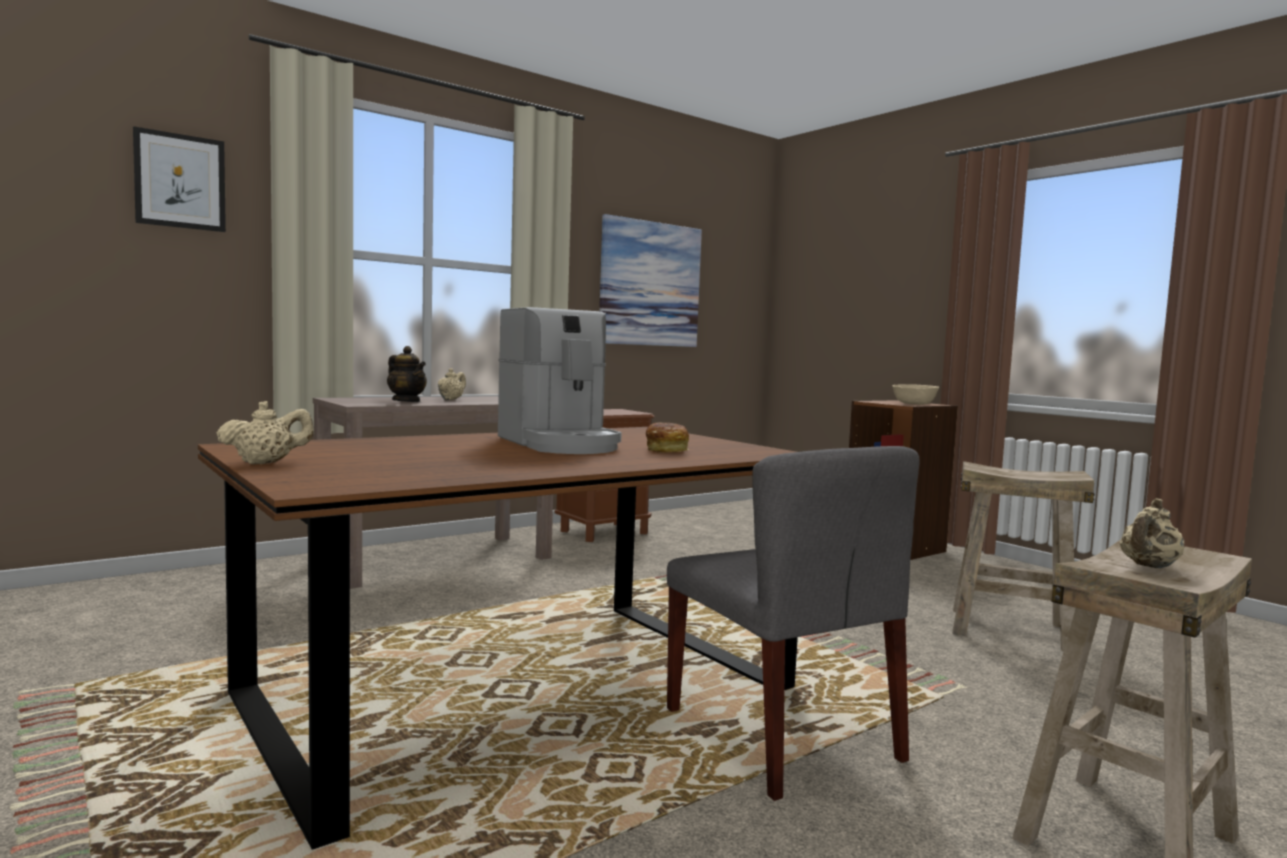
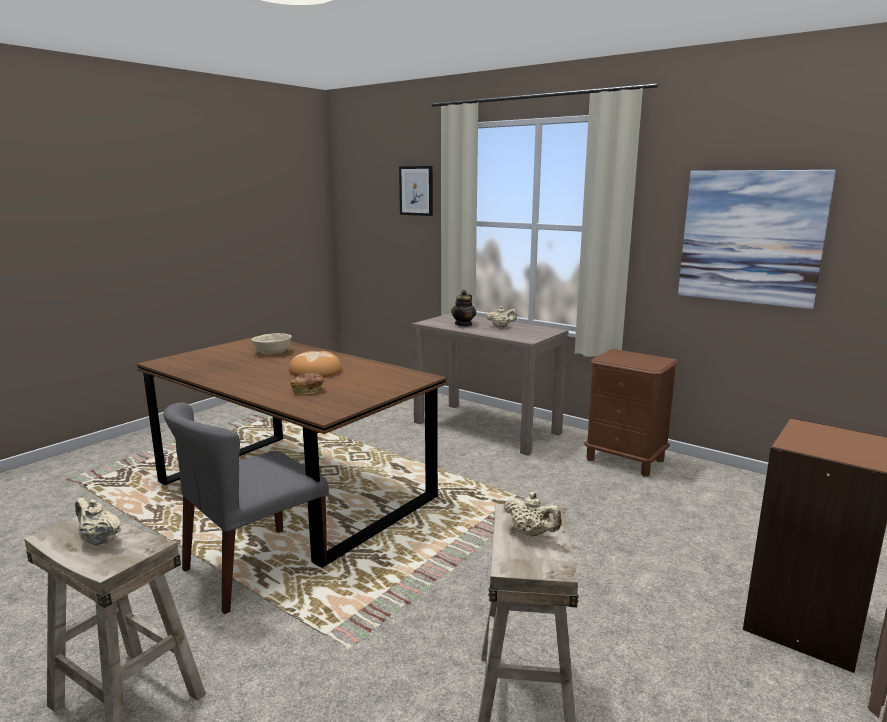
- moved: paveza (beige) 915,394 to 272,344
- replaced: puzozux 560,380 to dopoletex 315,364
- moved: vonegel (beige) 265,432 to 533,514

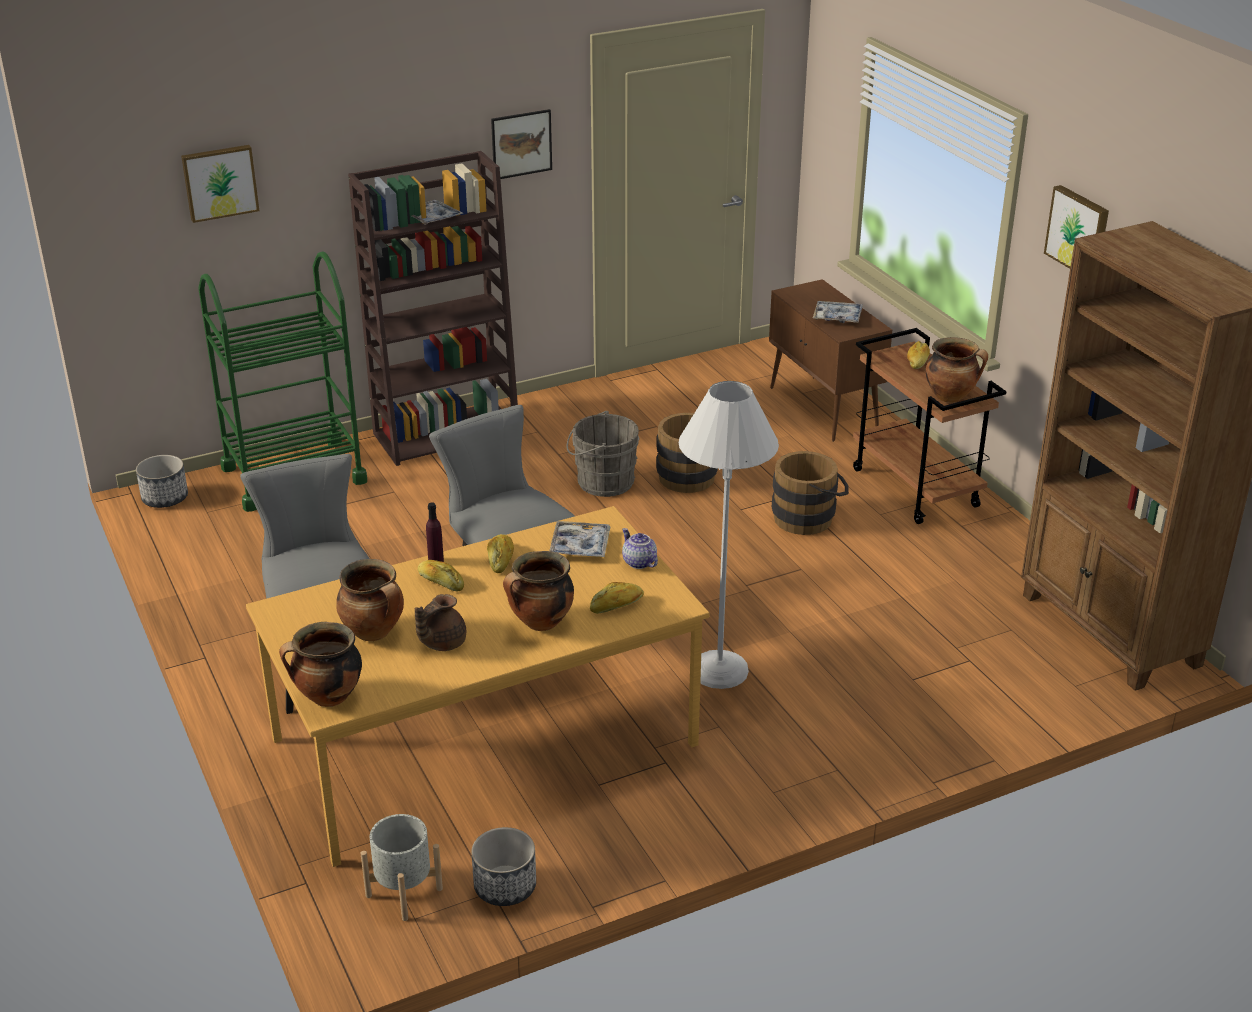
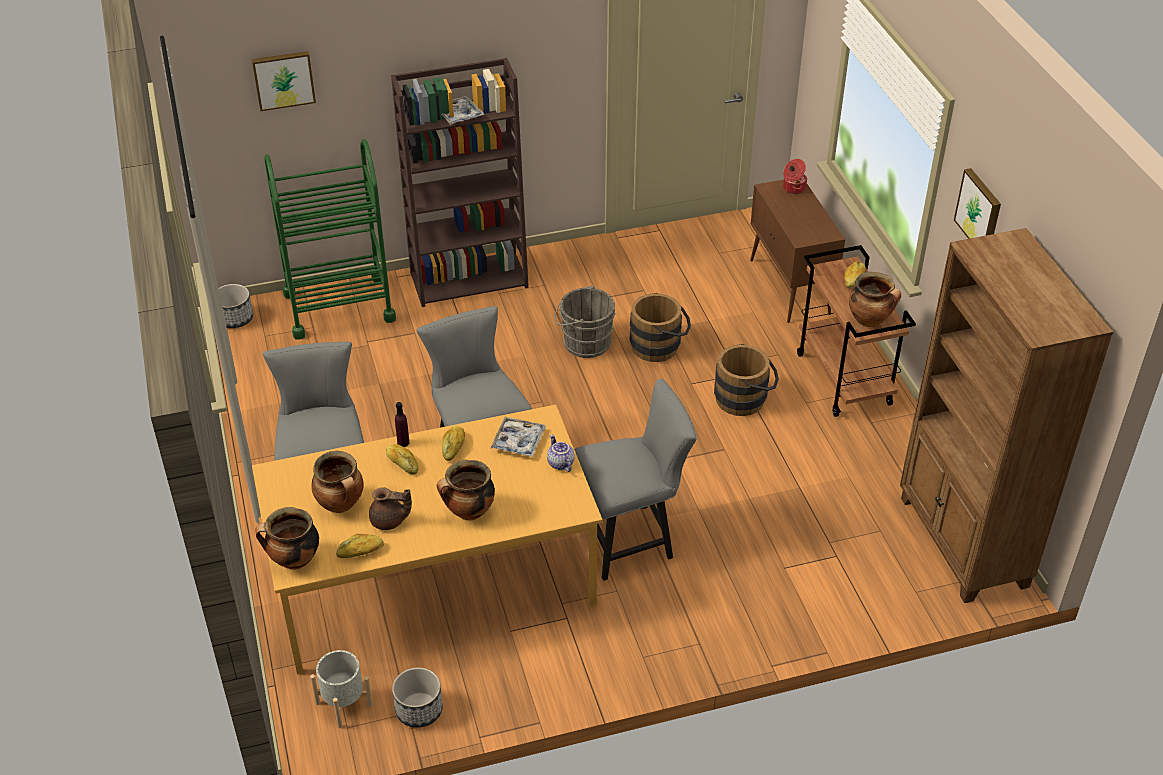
- moved: dopoletex 617,598 to 360,546
- turned: vonegel (brown) 440,622 = 390,508 135 degrees counterclockwise
- replaced: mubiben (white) 729,535 to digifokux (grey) 635,479
- added: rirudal 795,176
- removed: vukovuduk 521,144
- removed: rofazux 838,312

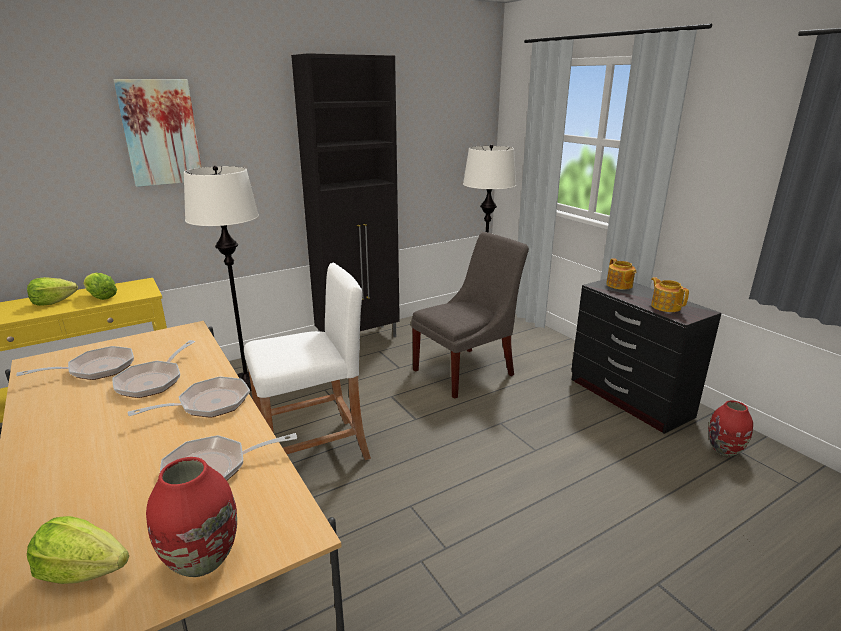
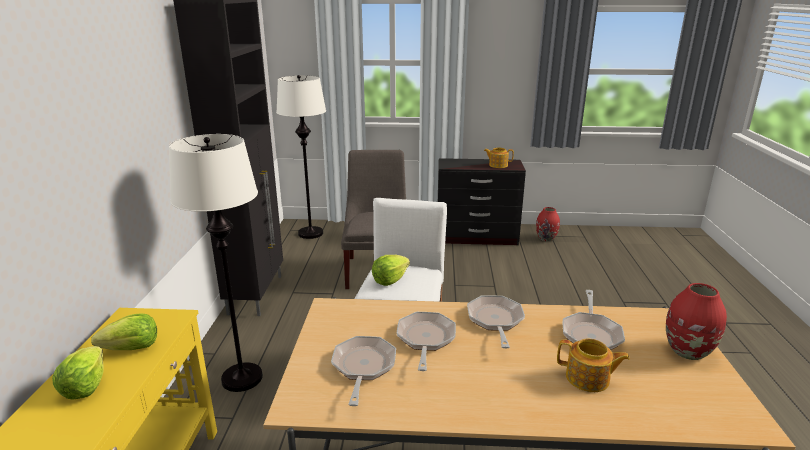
- moved: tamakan 78,550 to 391,270
- turned: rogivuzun 154,369 = 426,341 135 degrees counterclockwise
- moved: vonegel 621,274 to 593,365
- removed: vukovuduk 157,133

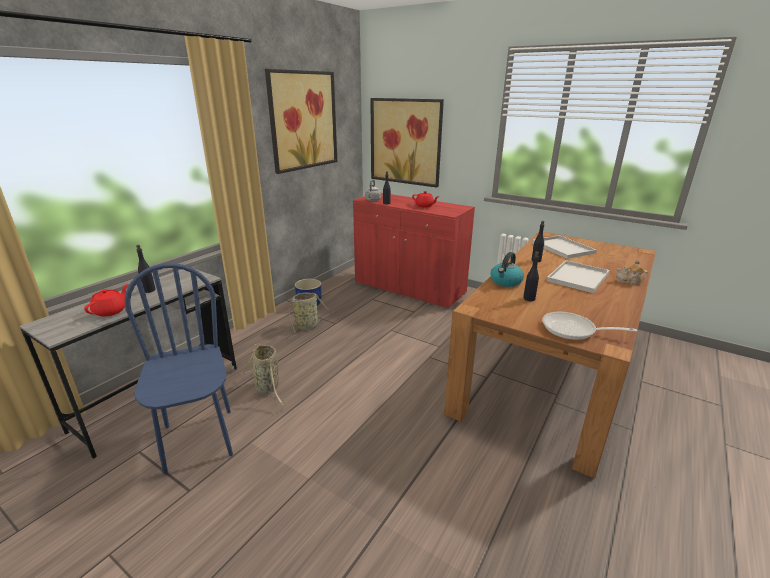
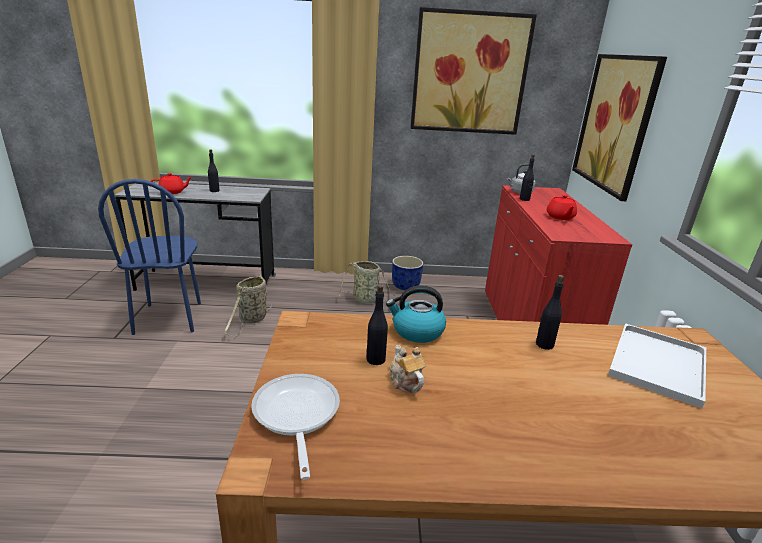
- turned: digifokux (blue) 179,368 = 149,257 135 degrees clockwise
- moved: vonegel 632,272 to 408,369
- removed: rofazux (white) 577,276

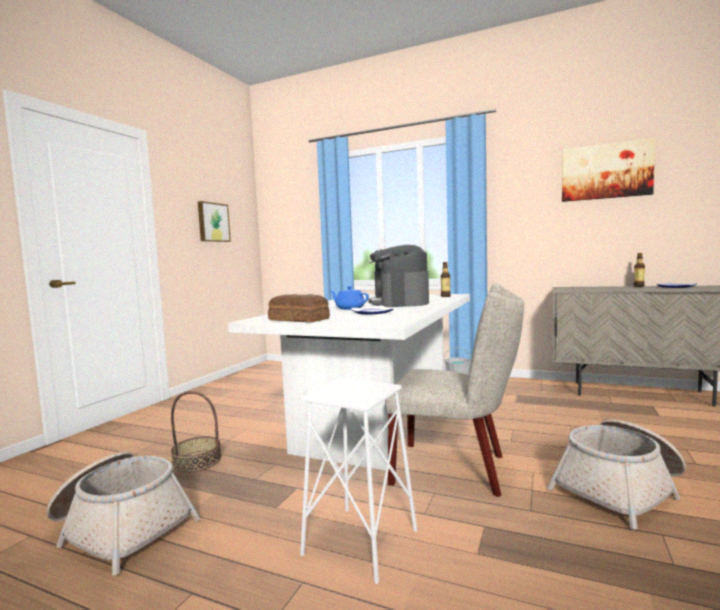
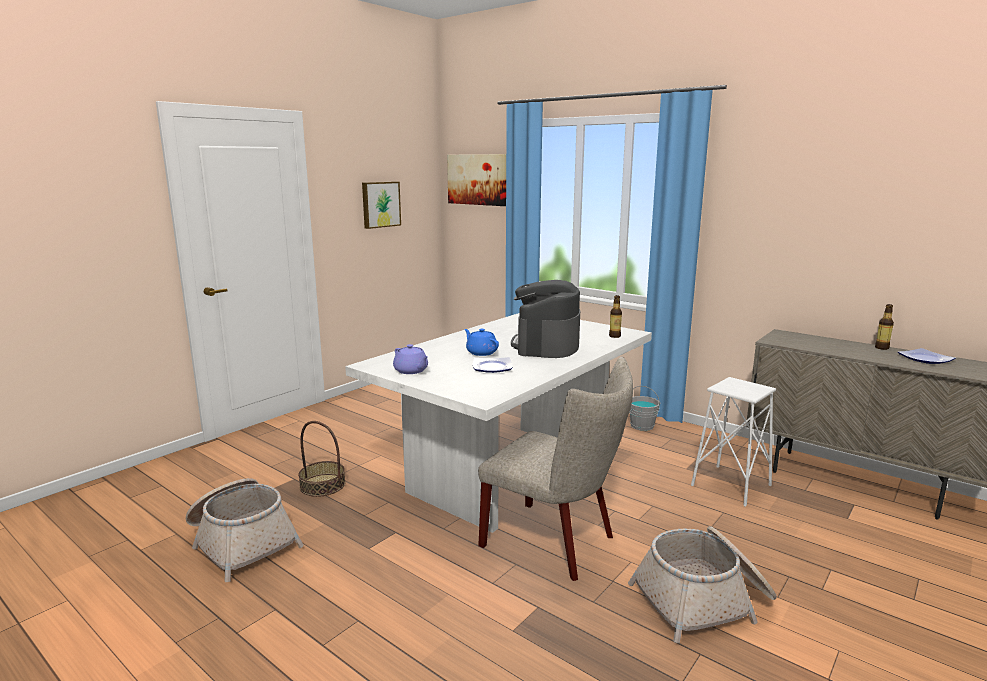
- replaced: dopoletex 299,308 to vonegel (purple) 410,359
- moved: vukovuduk 608,170 to 476,180
- moved: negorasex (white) 358,481 to 733,442

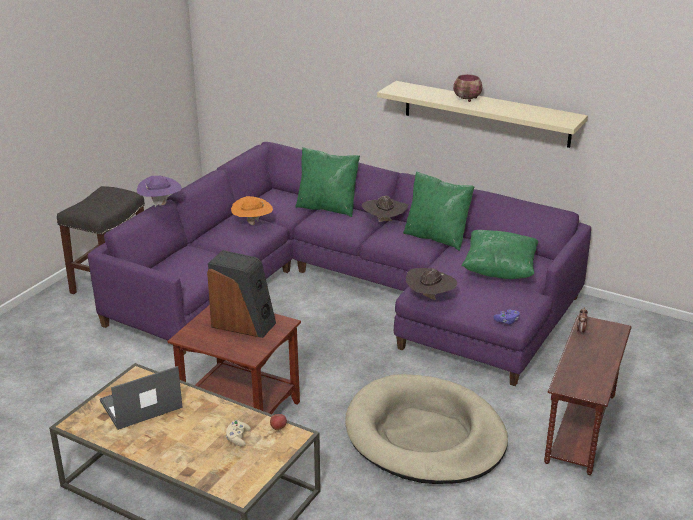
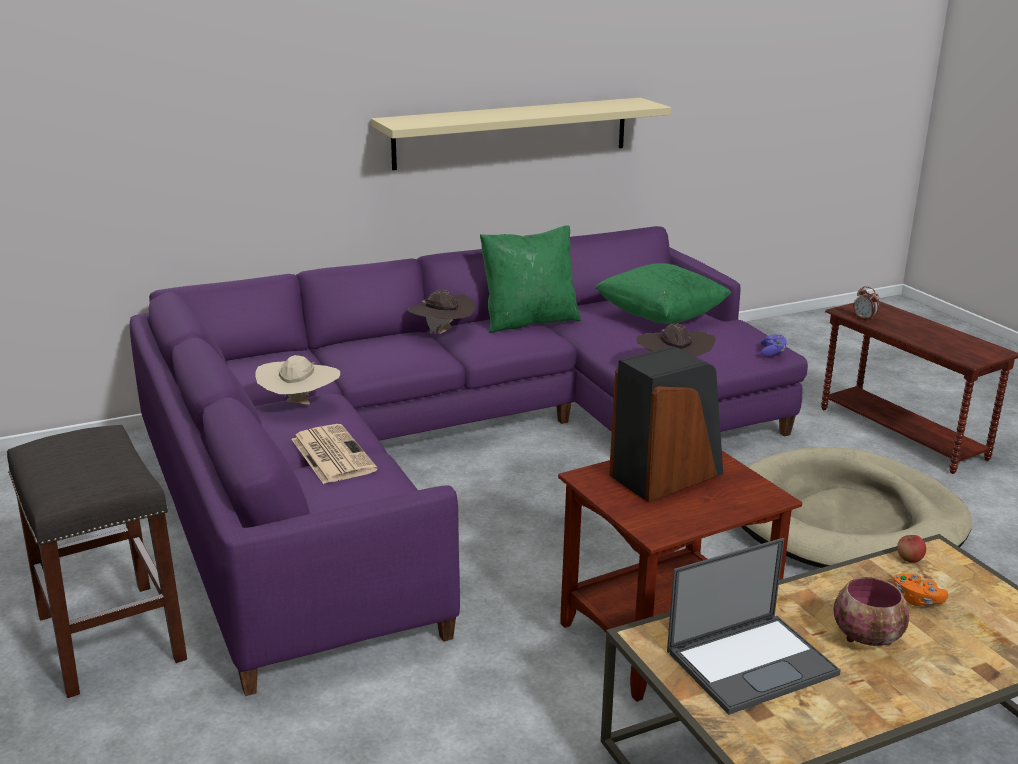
- recoloured: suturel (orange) 252,210 to suturel (beige) 297,380
- added: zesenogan 334,454
- turned: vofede 141,398 = 754,626 120 degrees counterclockwise
- moved: paveza 467,88 to 871,611
- recoloured: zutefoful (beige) 238,433 to zutefoful (orange) 921,589
- removed: suturel (purple) 159,191
- removed: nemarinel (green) 327,182

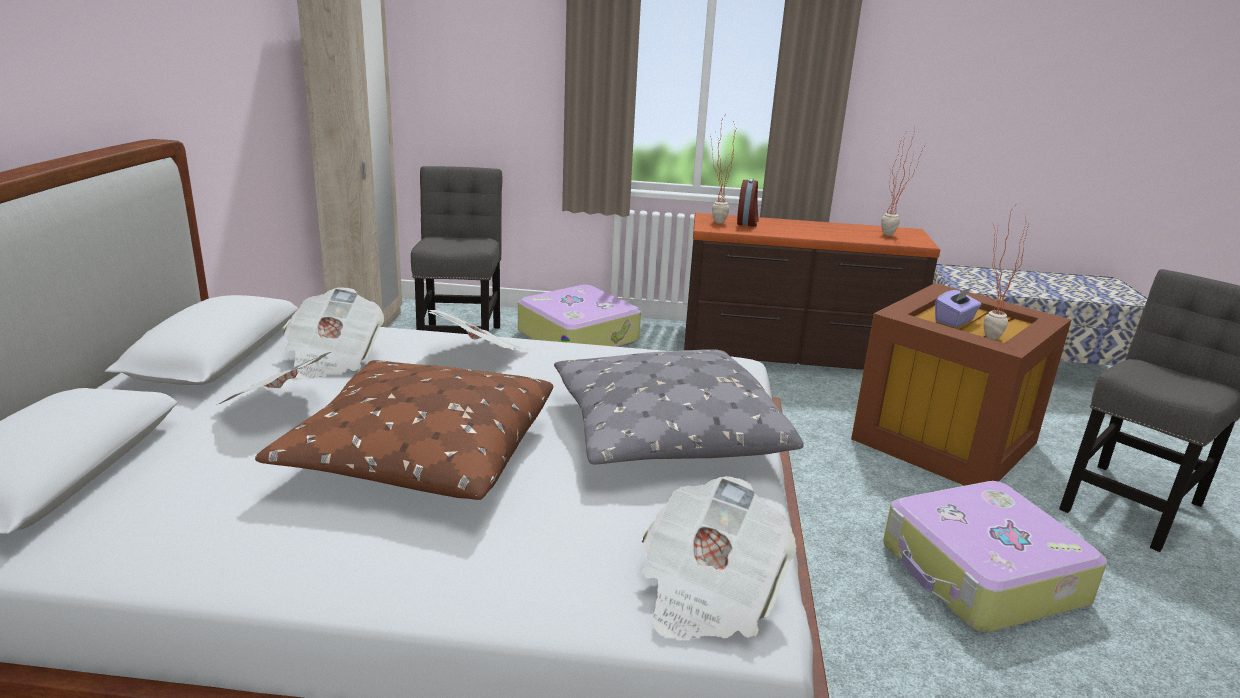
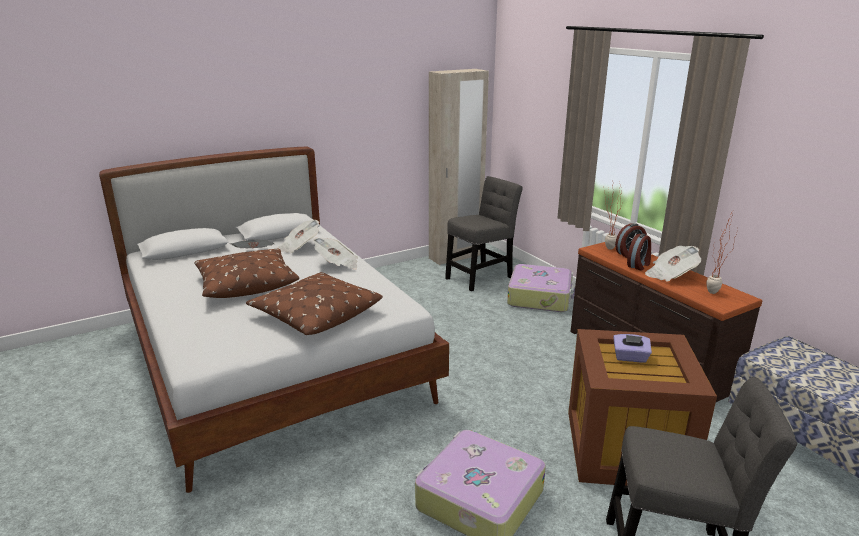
- recoloured: nemarinel (grey) 679,406 to nemarinel (brown) 314,303
- added: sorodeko 639,252
- moved: zesenogan 719,557 to 673,263
- removed: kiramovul 1006,273

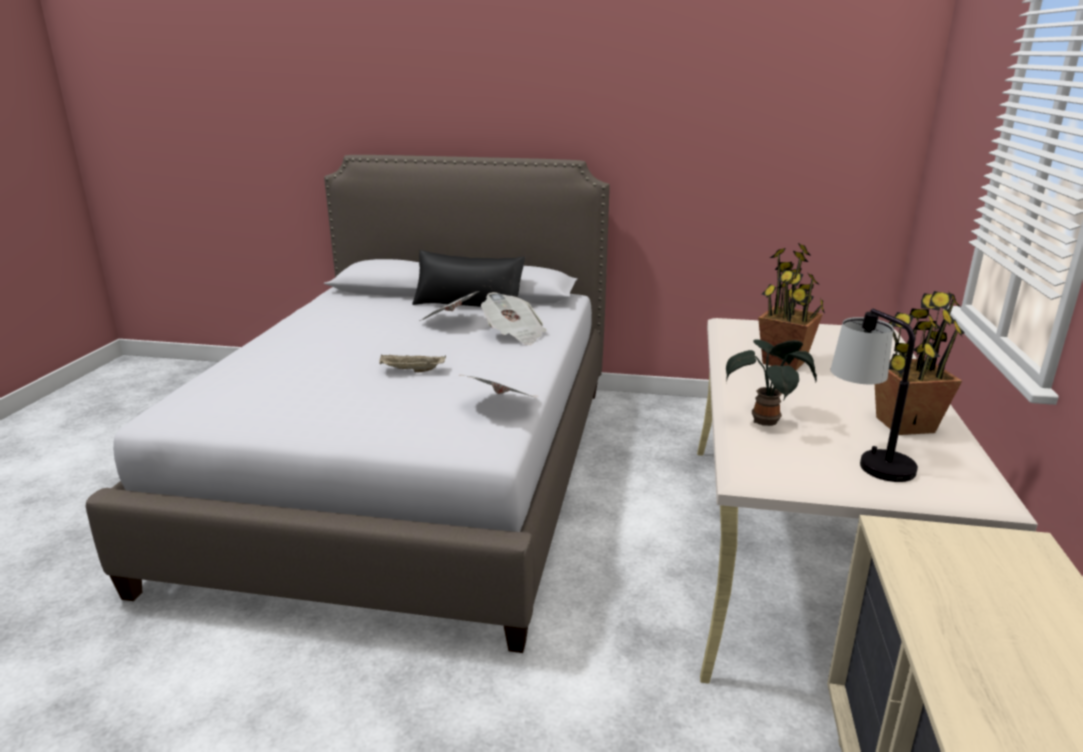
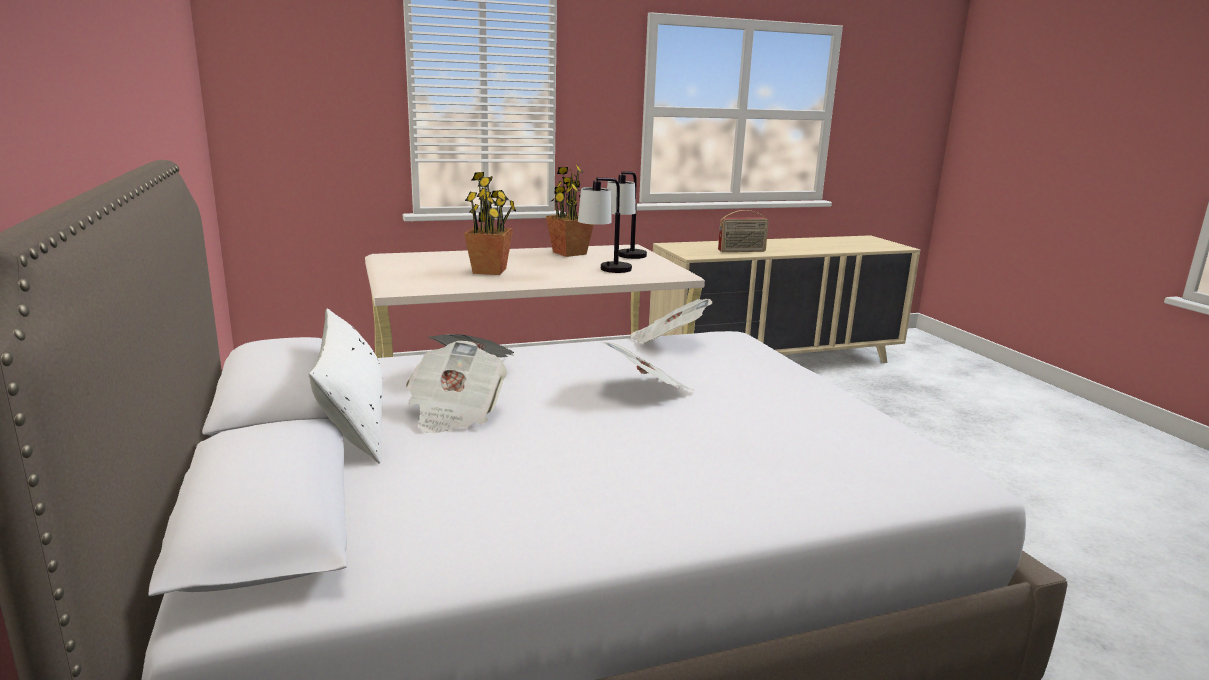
- recoloured: nemarinel (black) 468,278 to nemarinel (white) 345,386
- replaced: kiramovul 771,382 to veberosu 605,225
- replaced: rofazux (beige) 412,363 to zesenogan 648,366
- added: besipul 743,231

